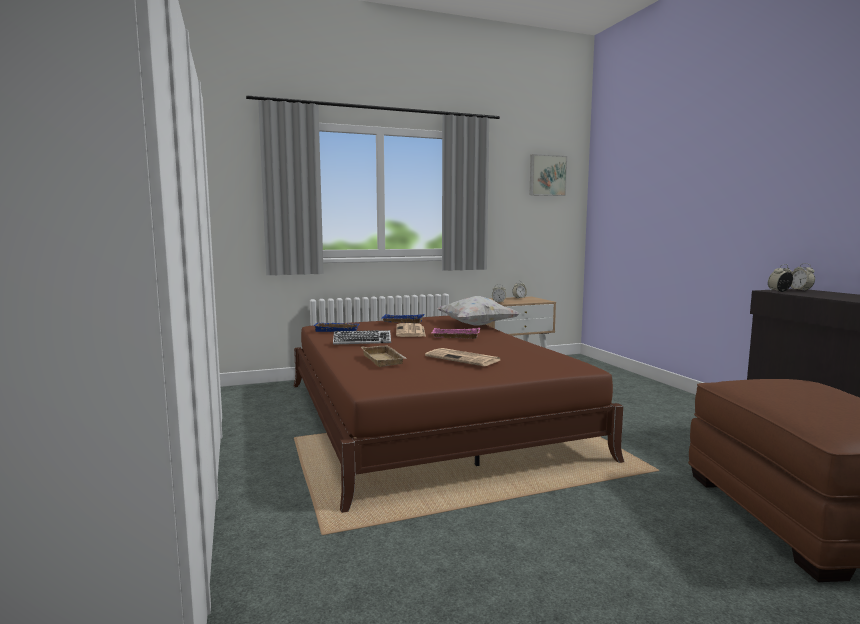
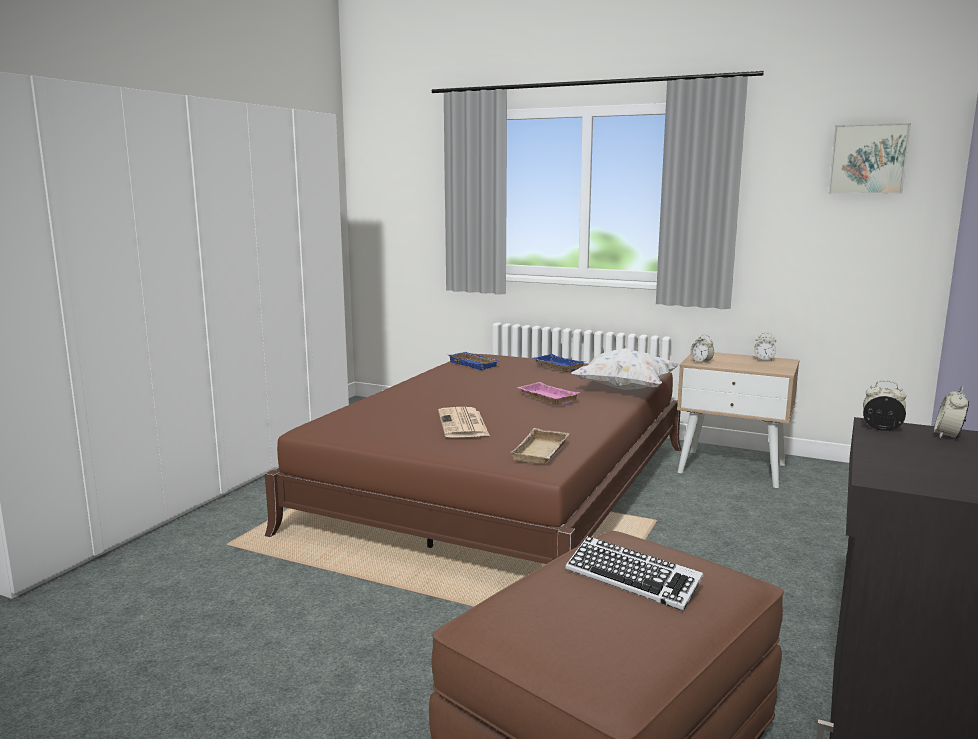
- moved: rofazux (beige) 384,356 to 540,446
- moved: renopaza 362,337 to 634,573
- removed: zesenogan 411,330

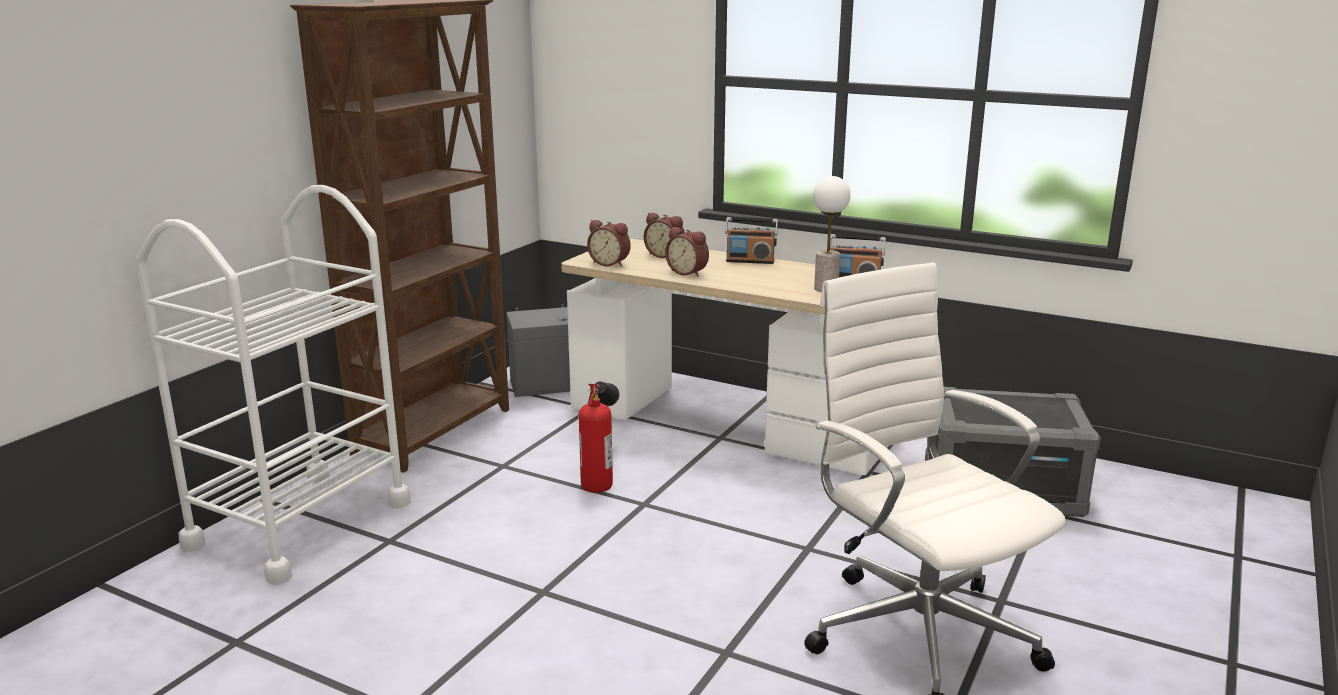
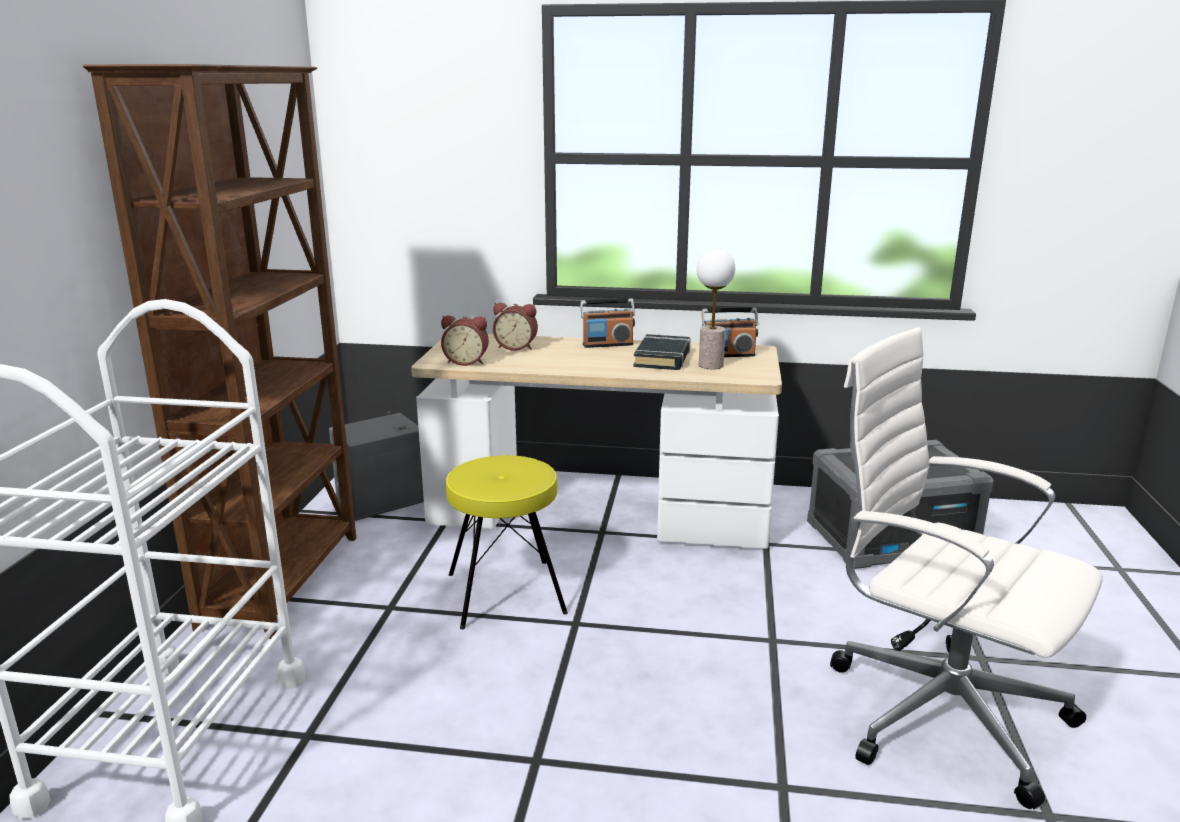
- replaced: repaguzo 599,437 to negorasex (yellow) 507,542
- added: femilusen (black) 661,352
- removed: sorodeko 687,252

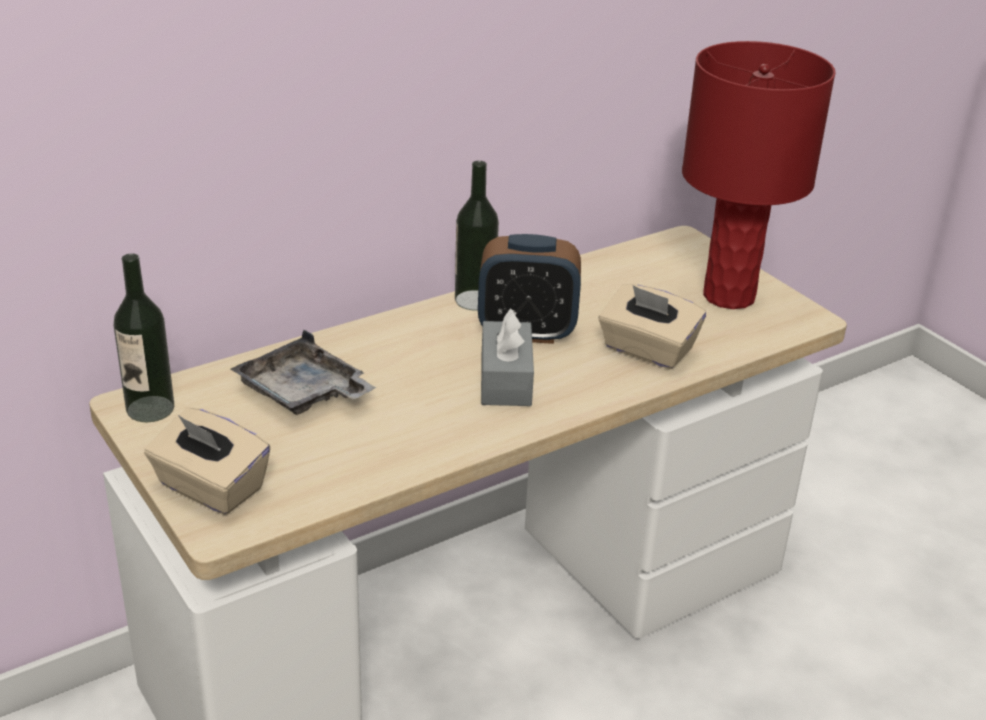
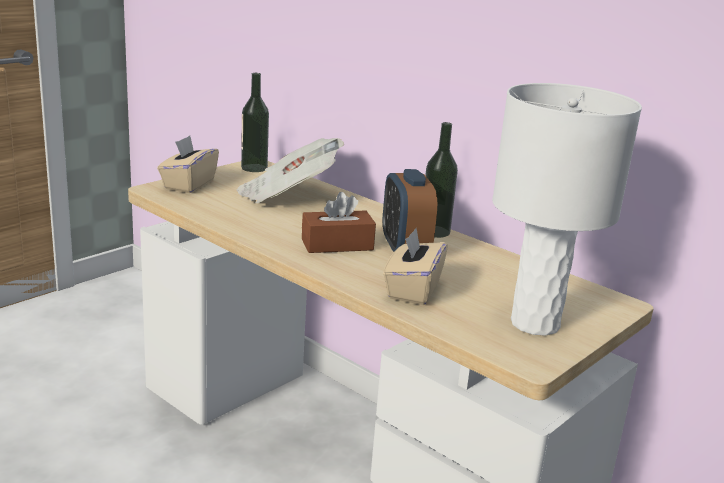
- replaced: rofazux (grey) 303,372 to zesenogan 290,170
- recoloured: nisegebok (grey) 507,357 to nisegebok (brown) 339,222
- recoloured: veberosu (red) 759,175 to veberosu (white) 567,209

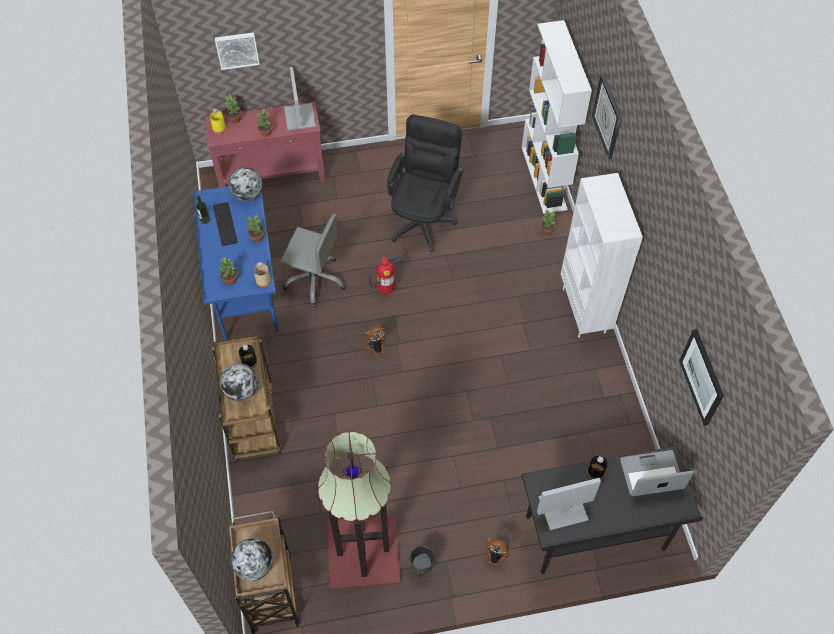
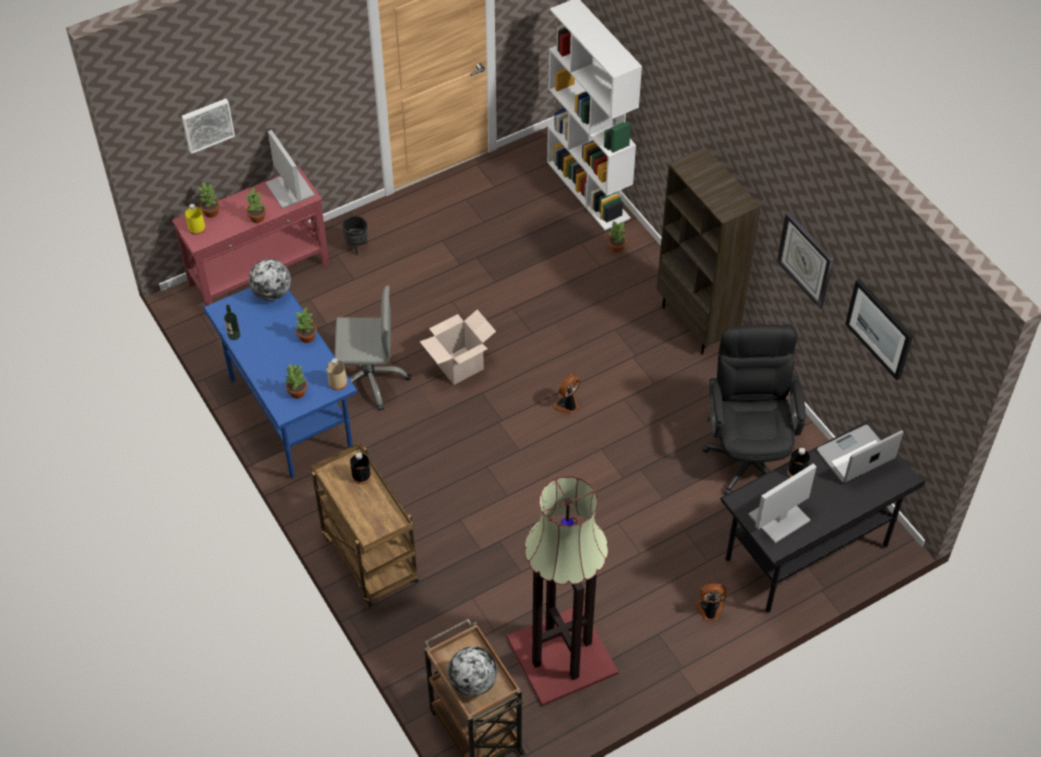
- moved: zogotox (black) 422,562 to 355,235
- replaced: repaguzo 386,274 to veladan 457,347
- moved: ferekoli 375,340 to 566,394
- recoloured: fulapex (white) 602,255 to fulapex (brown) 709,251
- moved: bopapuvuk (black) 425,183 to 754,410
- moved: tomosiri 607,116 to 805,260
- removed: renopaza 225,224
- removed: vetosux 239,382

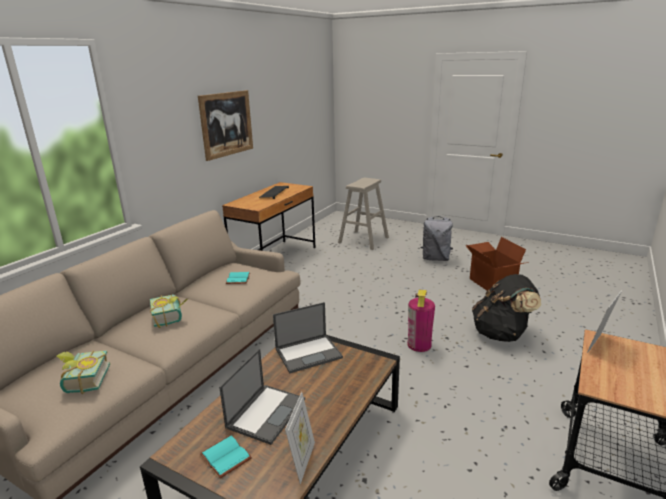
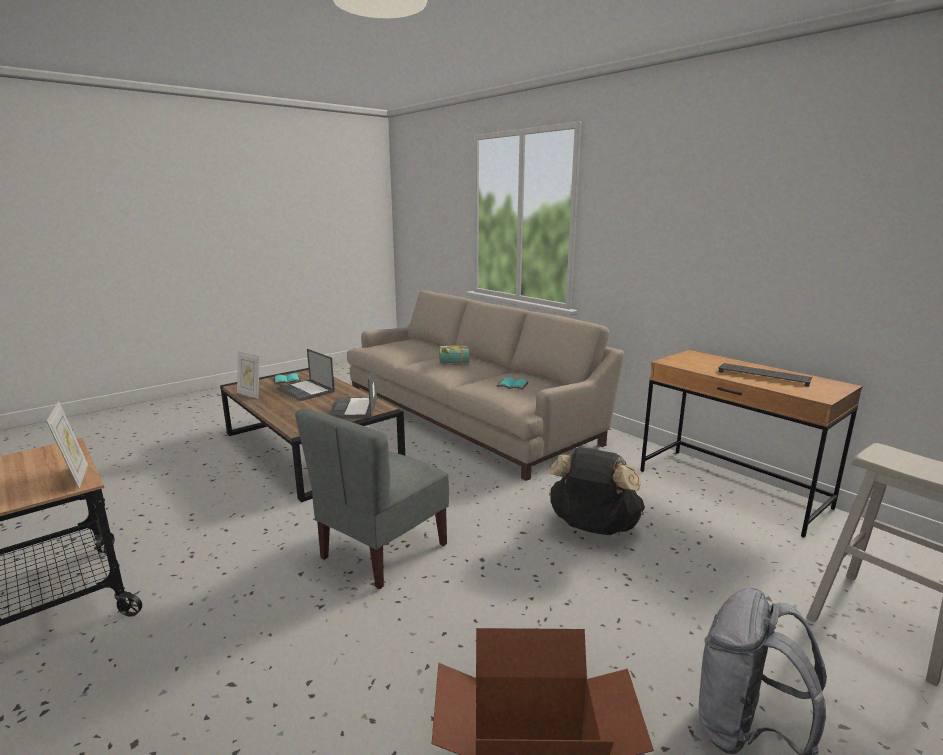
- replaced: repaguzo 421,321 to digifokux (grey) 372,499
- moved: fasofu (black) 506,308 to 597,491
- removed: femilusen 83,372
- removed: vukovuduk 225,125

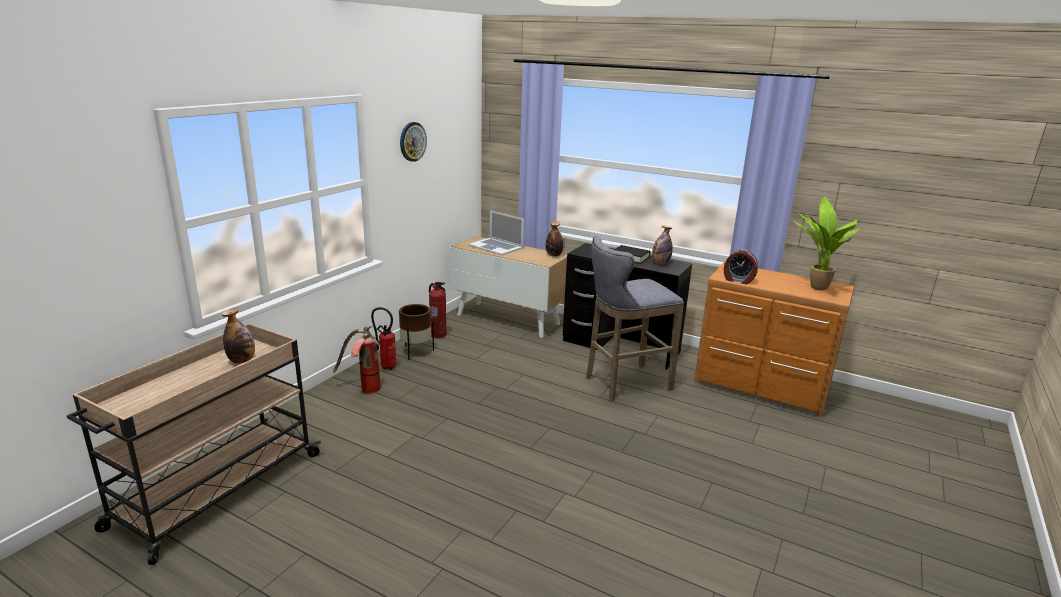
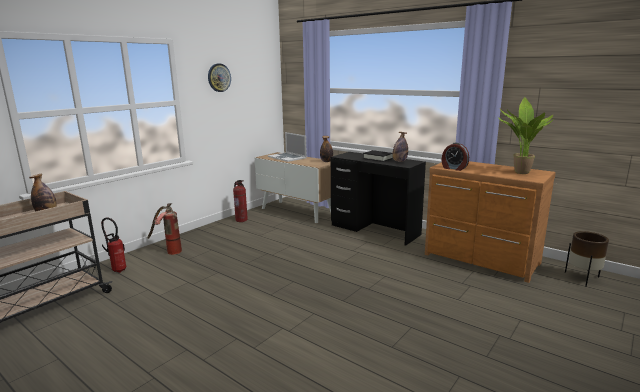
- moved: repaguzo 383,338 to 113,245
- moved: zogotox (brown) 416,332 to 587,259
- removed: negorasex (grey) 635,318

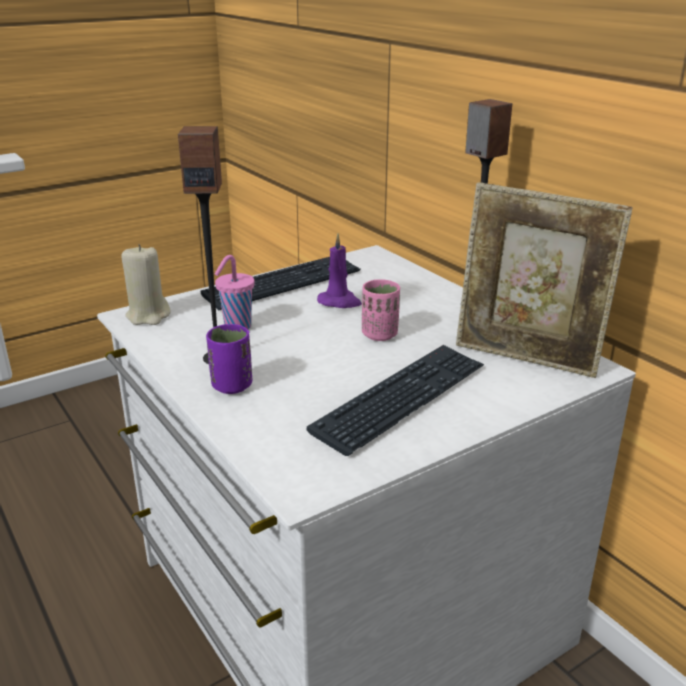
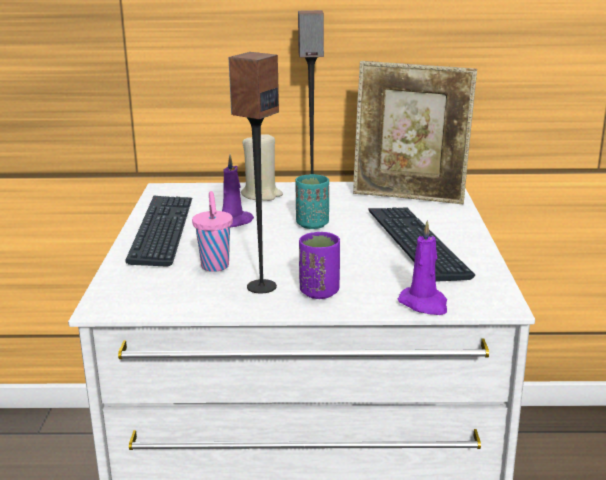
- moved: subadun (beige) 146,284 to 262,167
- recoloured: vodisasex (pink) 381,310 to vodisasex (turquoise) 312,201
- turned: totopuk 544,280 = 415,132 45 degrees clockwise
- added: subadun (purple) 422,267

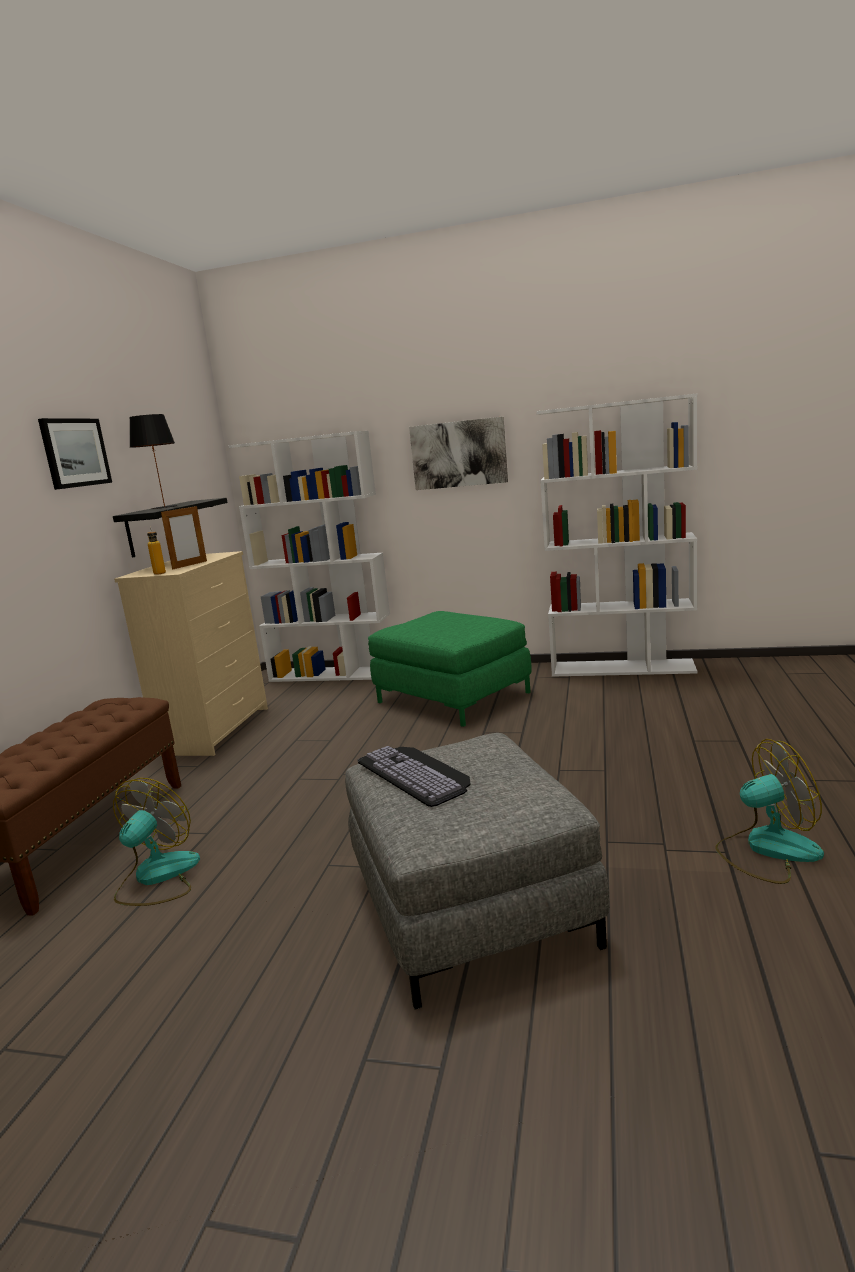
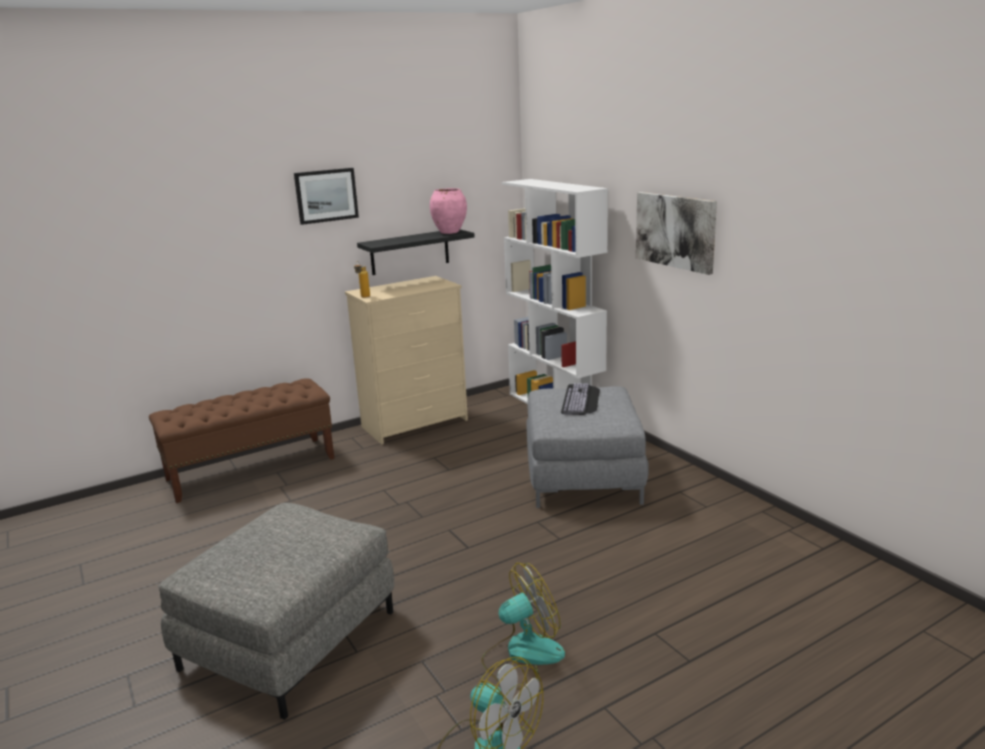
- added: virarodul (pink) 448,211
- moved: ferekoli 156,842 to 523,626
- recoloured: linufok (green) 450,669 to linufok (grey) 588,447
- moved: renopaza 414,776 to 580,399
- removed: veberosu (black) 153,461
- removed: totopuk 184,538
- removed: fulapex (white) 616,535

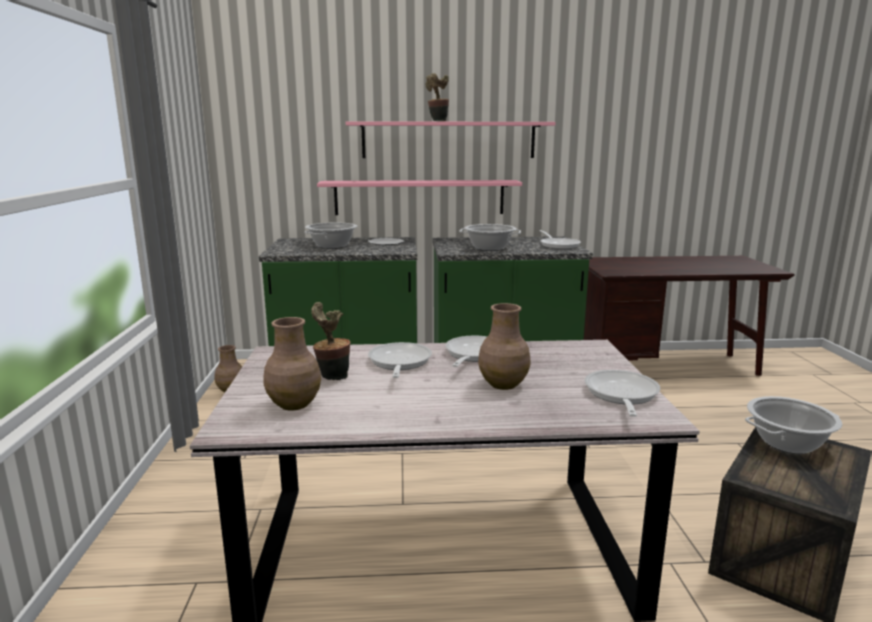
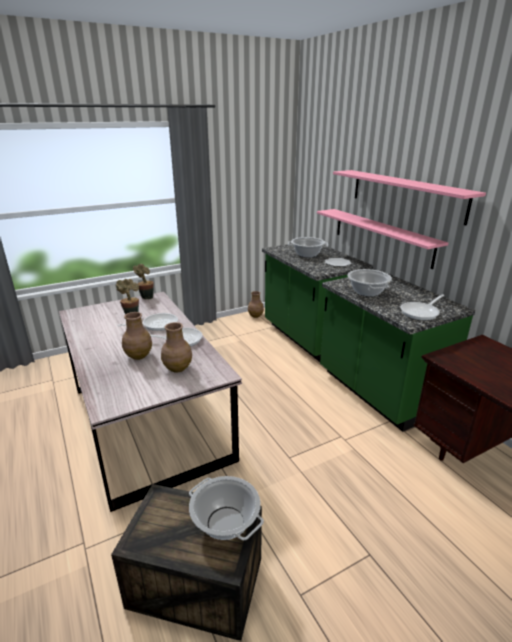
- moved: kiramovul 437,97 to 143,282
- moved: virarodul (brown) 292,364 to 176,347
- removed: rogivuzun 622,393

